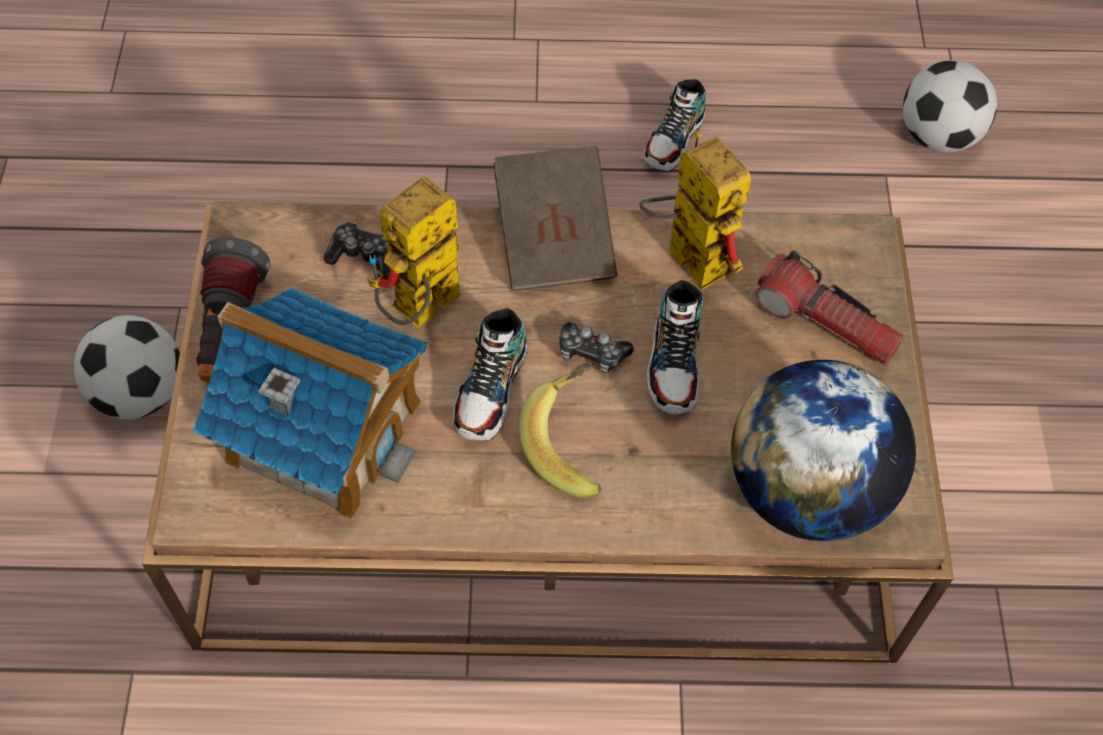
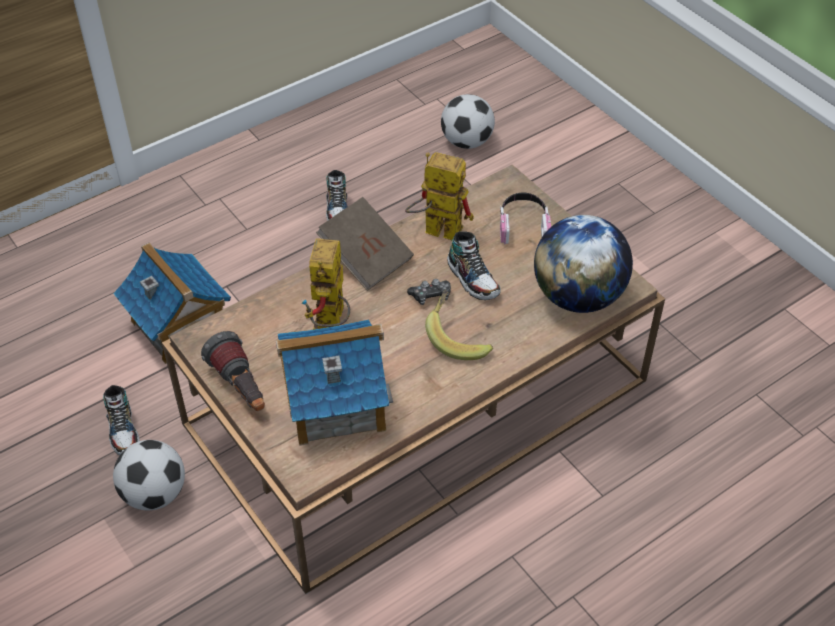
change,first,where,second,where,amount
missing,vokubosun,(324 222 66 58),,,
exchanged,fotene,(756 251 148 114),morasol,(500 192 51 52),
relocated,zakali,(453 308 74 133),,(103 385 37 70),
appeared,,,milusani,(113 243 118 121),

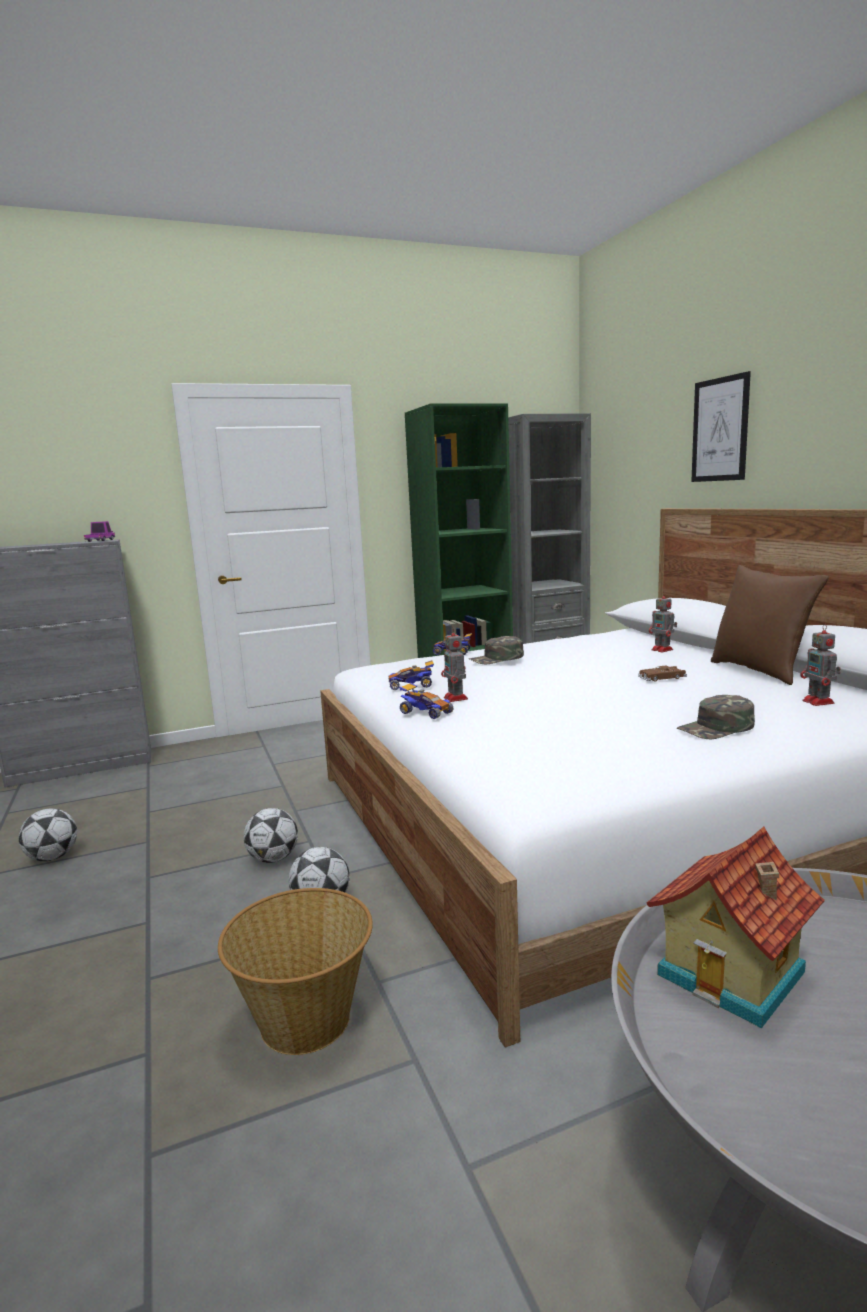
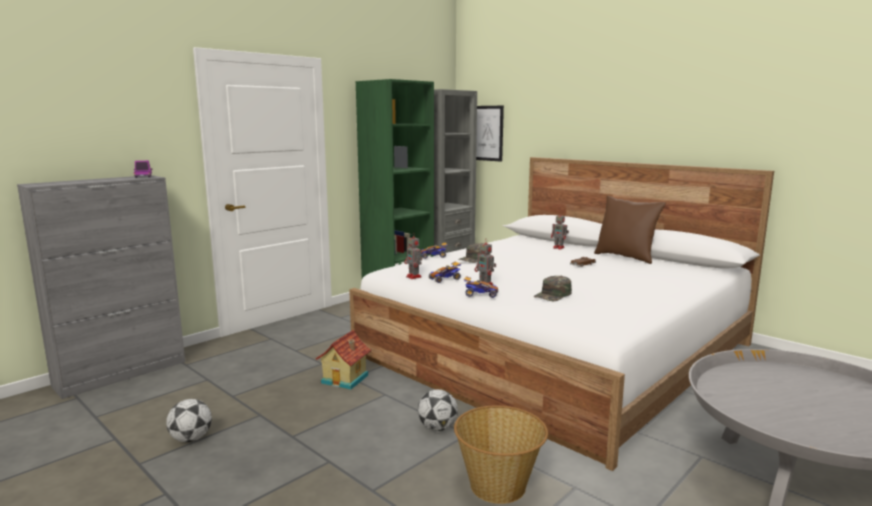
change,first,where,second,where,amount
relocated,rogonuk,(691 371 60 111),,(476 106 28 56),
relocated,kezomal,(800 624 41 82),,(404 234 18 45),
relocated,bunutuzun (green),(677 695 78 44),,(534 276 38 25),
missing,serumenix,(244 808 54 55),,,
relocated,milusani,(647 827 178 201),,(315 329 57 61),

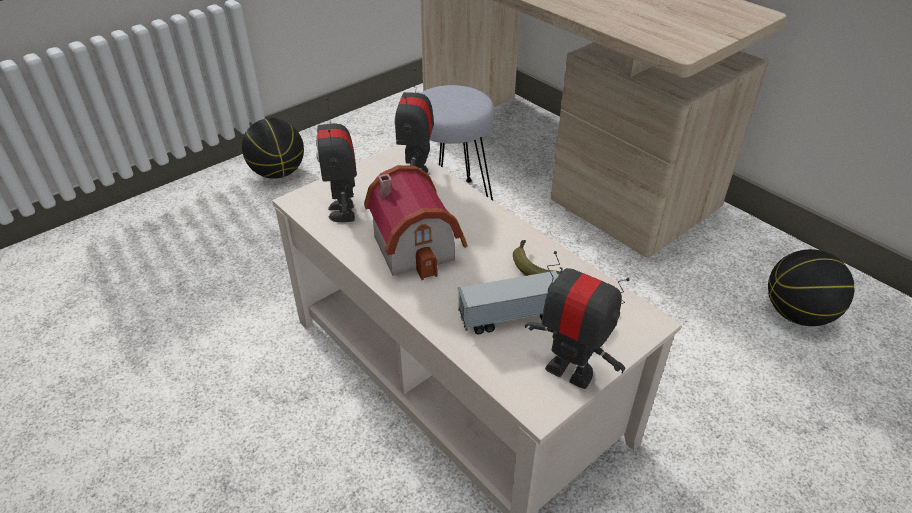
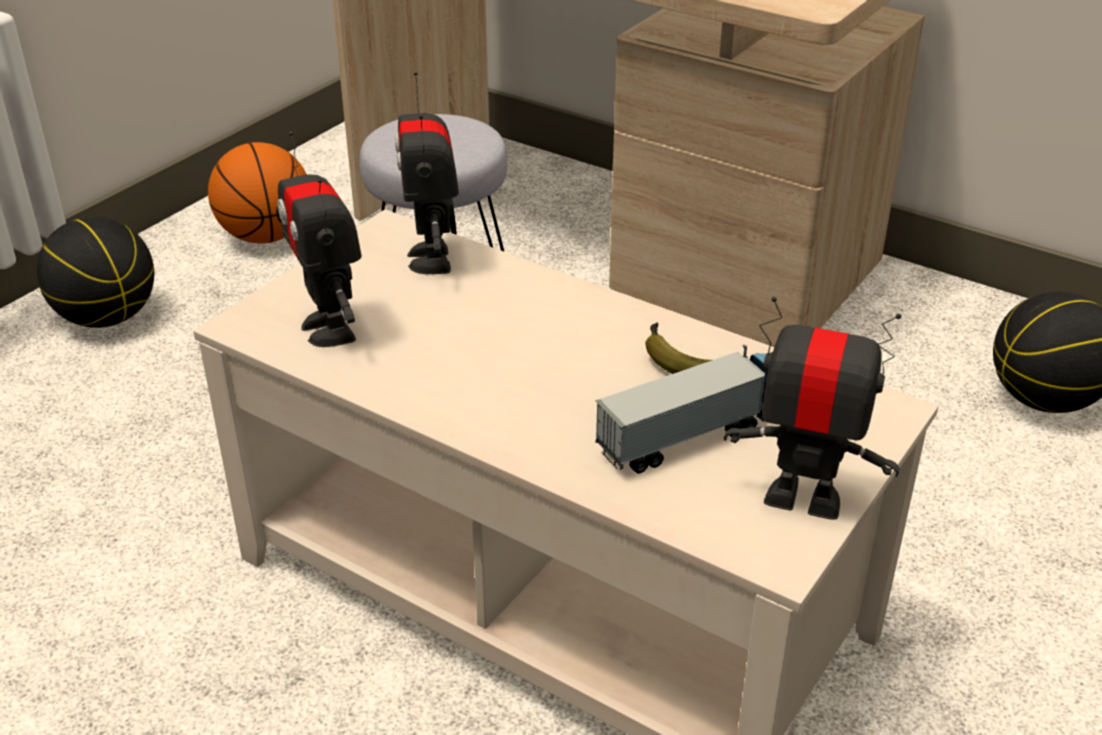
change,first,where,second,where,amount
missing,milusani,(364 165 104 115),,,
appeared,,,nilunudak,(208 142 98 102),

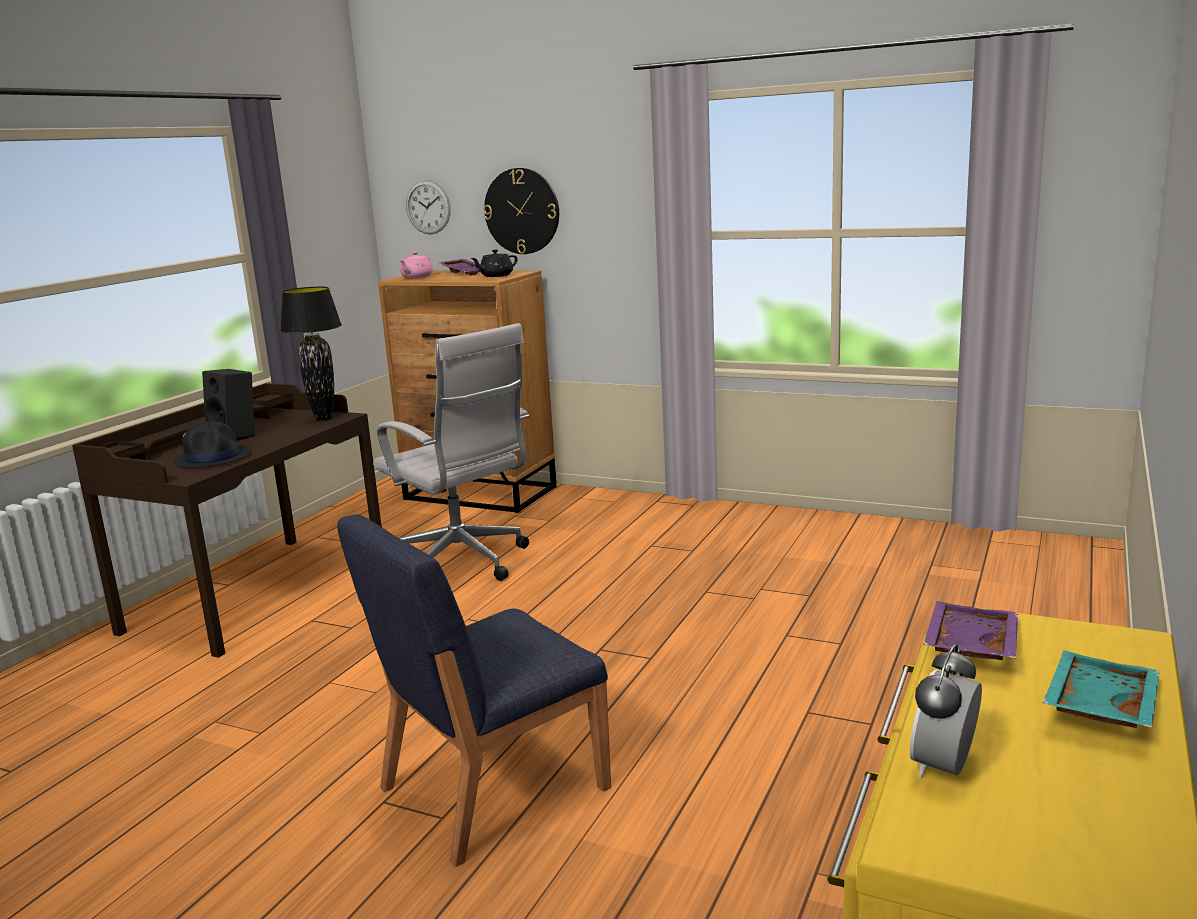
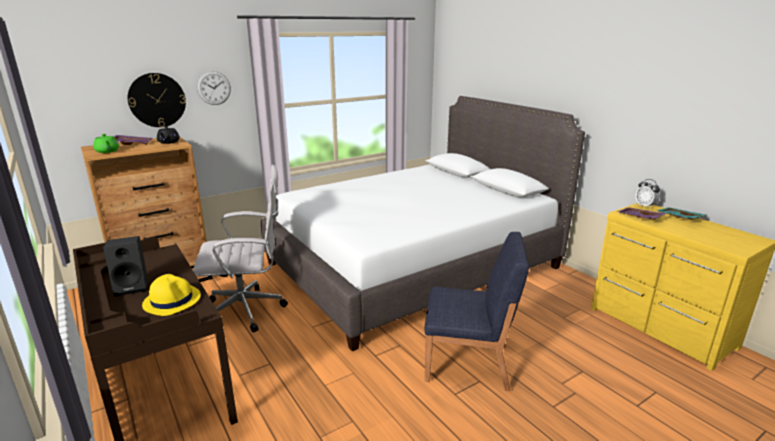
change,first,where,second,where,amount
relocated,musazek,(406 180 45 55),,(197 71 34 34),
colour,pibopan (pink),(400 252 33 27),pibopan (green),(93 134 26 19),
missing,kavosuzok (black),(280 287 62 134),,,
colour,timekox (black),(174 421 77 47),timekox (yellow),(142 274 59 42),
spun,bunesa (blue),(337 514 274 353),,(424 232 105 159),75 degrees counterclockwise
relocated,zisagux,(910 644 72 134),,(635 179 25 30),
appeared,,,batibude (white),(261 96 324 255),

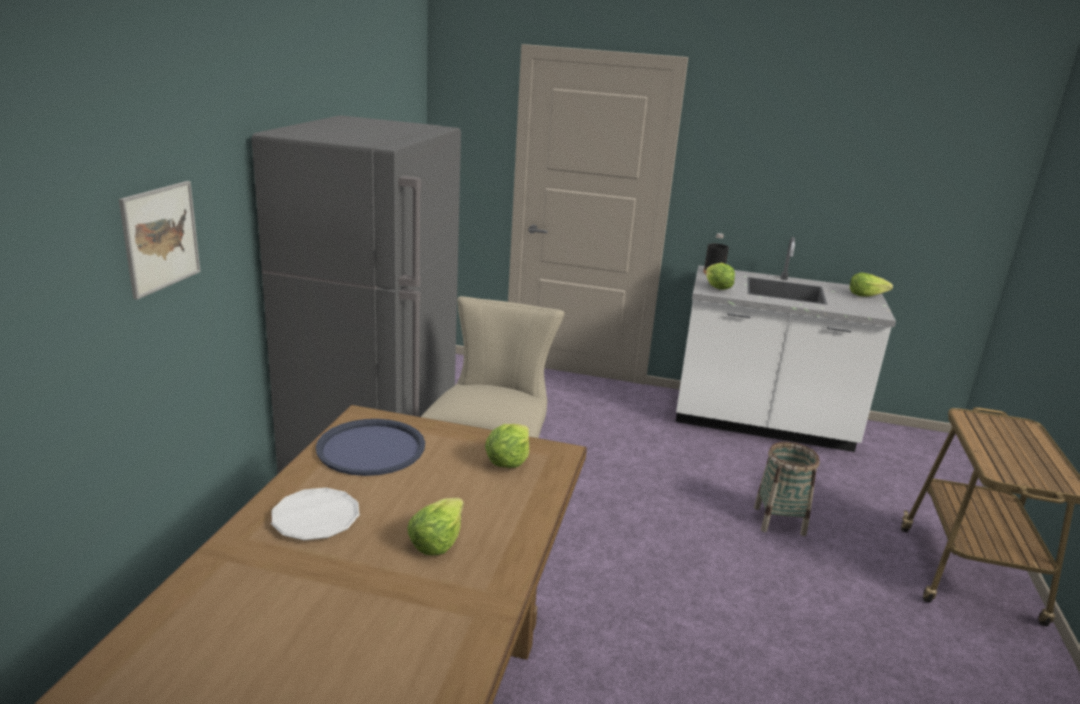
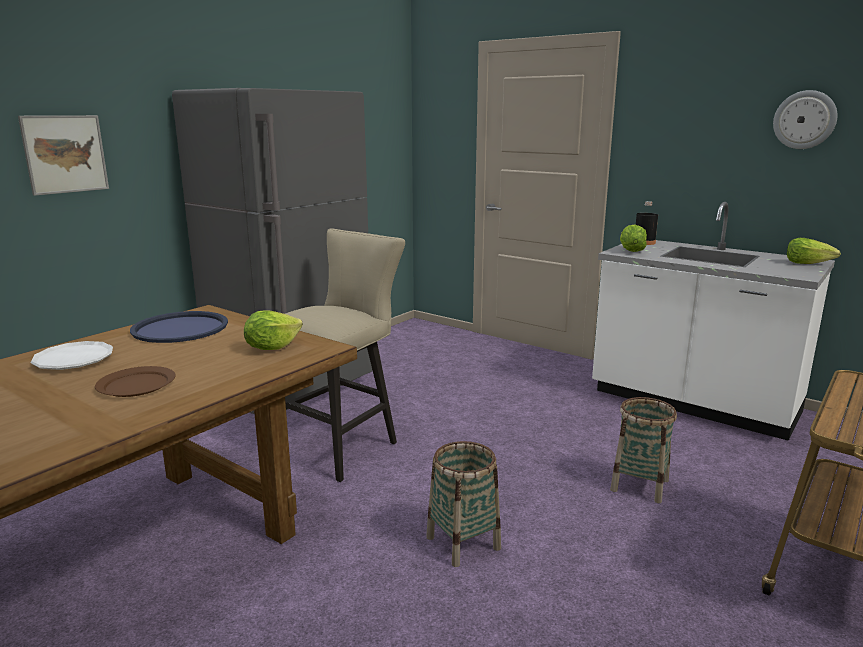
change,first,where,second,where,amount
exchanged,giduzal,(407 498 57 58),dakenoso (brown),(95 366 81 31),
appeared,,,musazek,(773 90 64 59),
appeared,,,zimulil,(426 441 75 126),

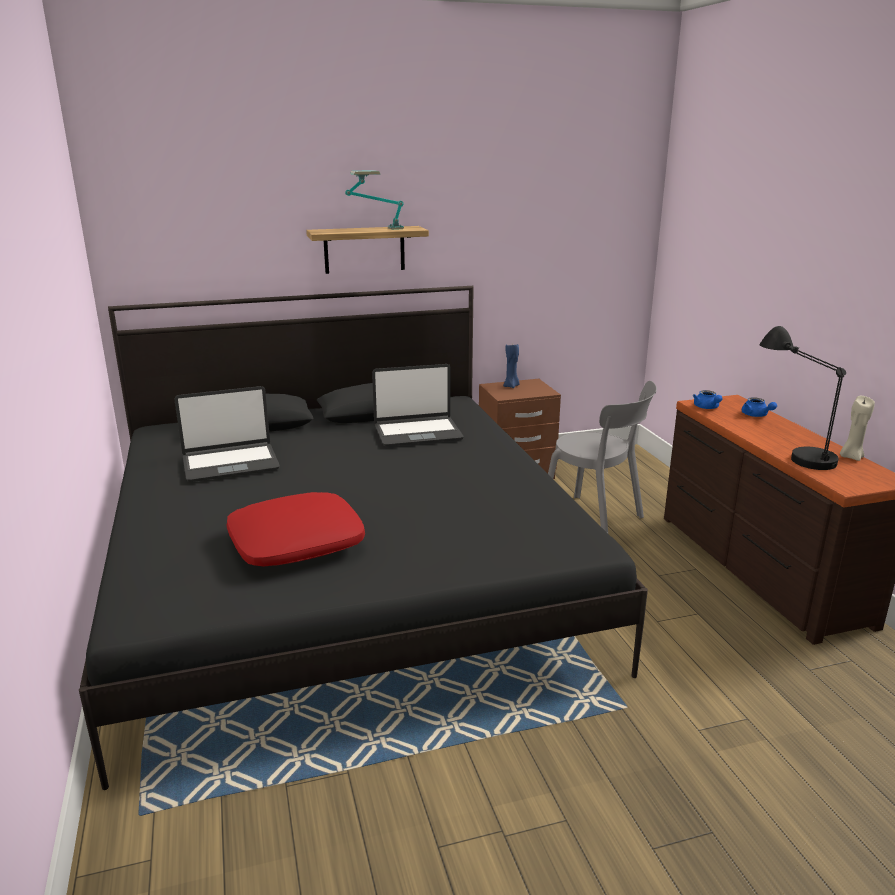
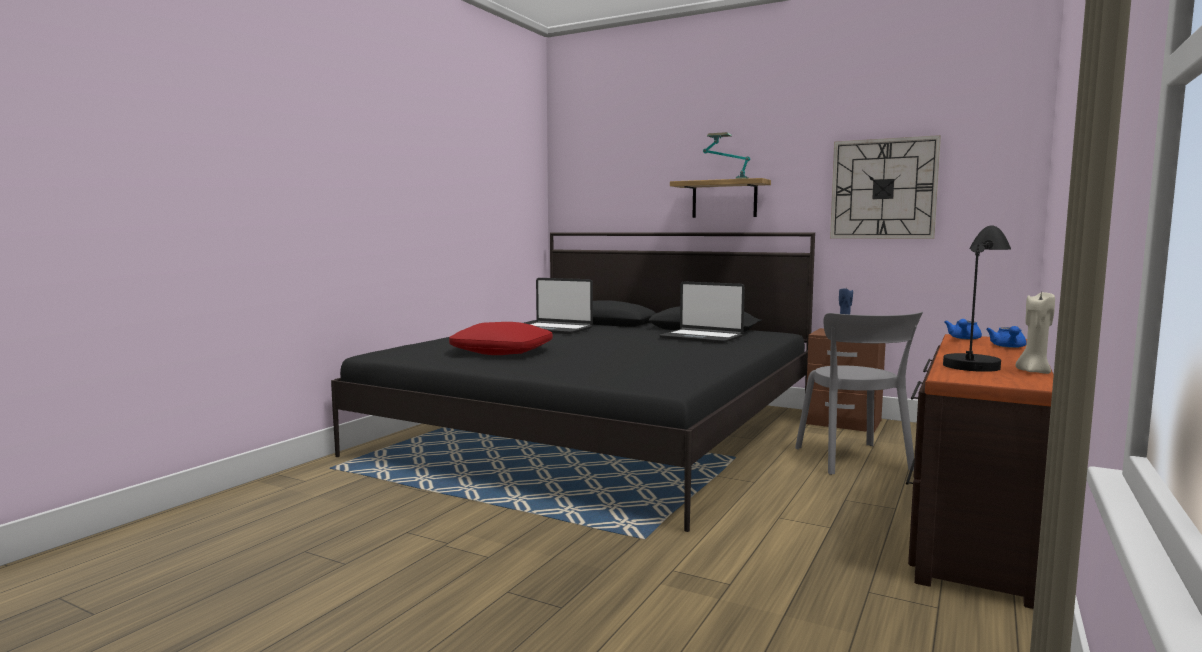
change,first,where,second,where,amount
appeared,,,musazek,(830 135 111 104),

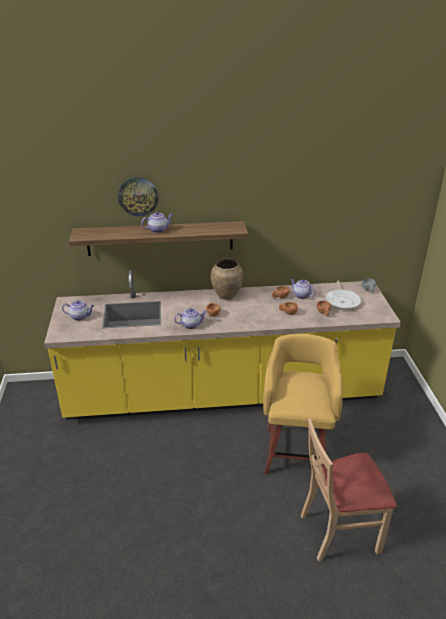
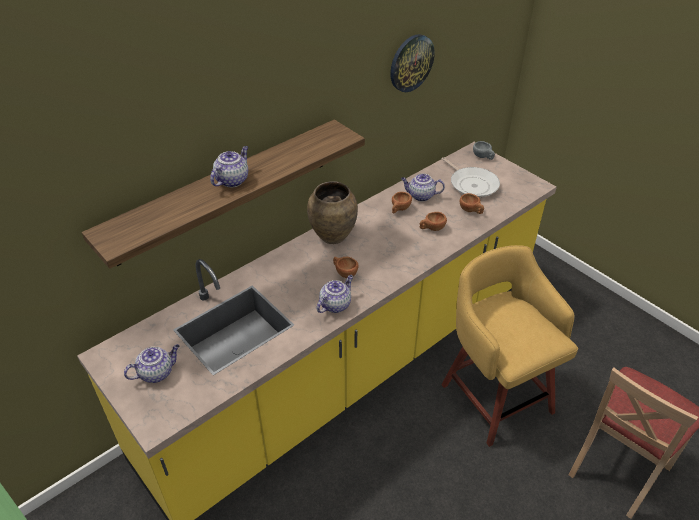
change,first,where,second,where,amount
relocated,musazek,(118 177 41 39),,(390 34 44 58),

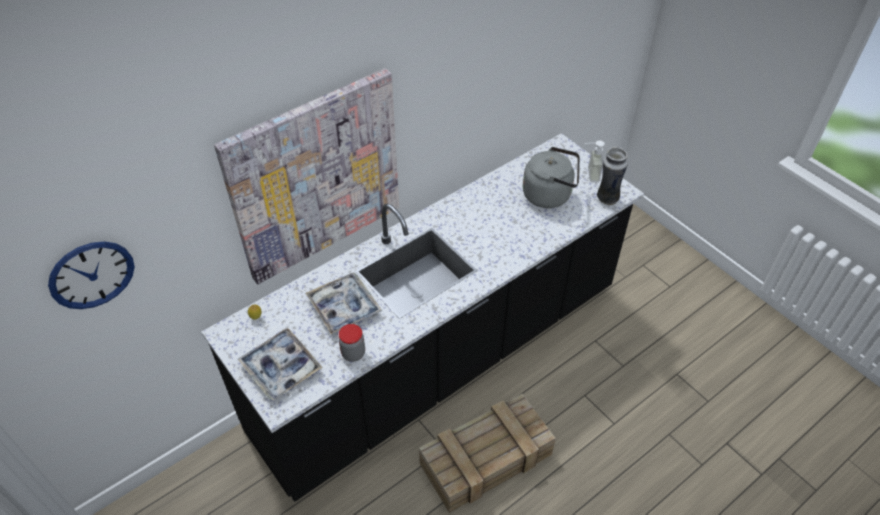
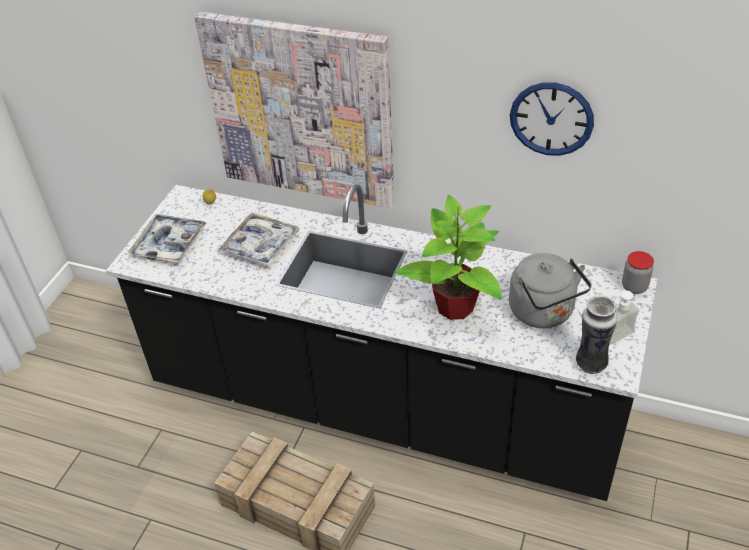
change,first,where,second,where,amount
relocated,musazek,(48 241 87 68),,(510 83 84 73),
relocated,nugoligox,(339 324 26 38),,(622 251 32 43),
appeared,,,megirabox,(395 195 107 125),

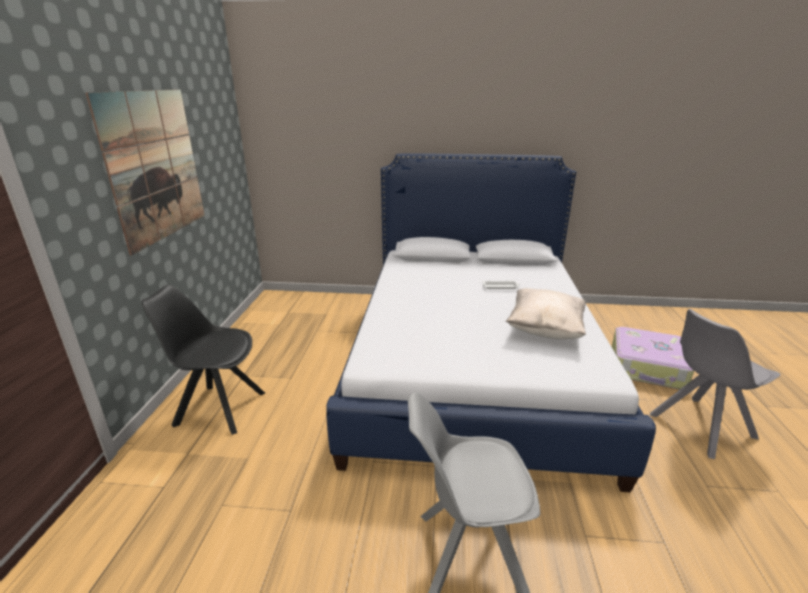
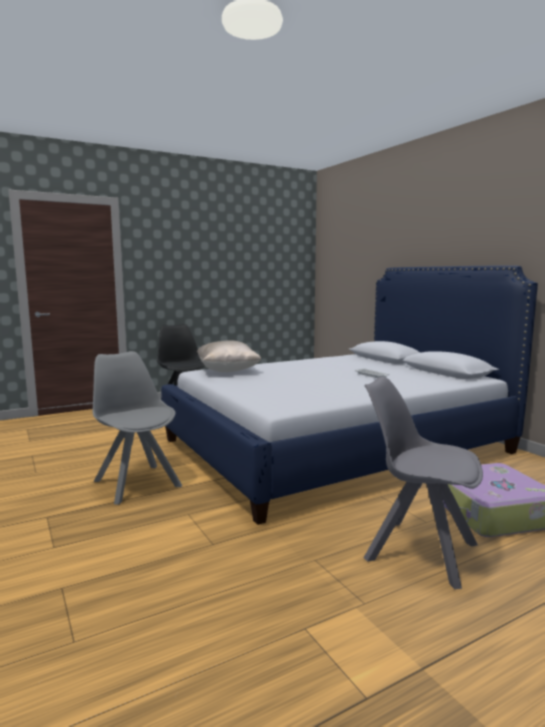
change,first,where,second,where,amount
missing,rogonuk,(86 89 119 166),,,
relocated,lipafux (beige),(506 288 80 51),,(197 340 64 32),

